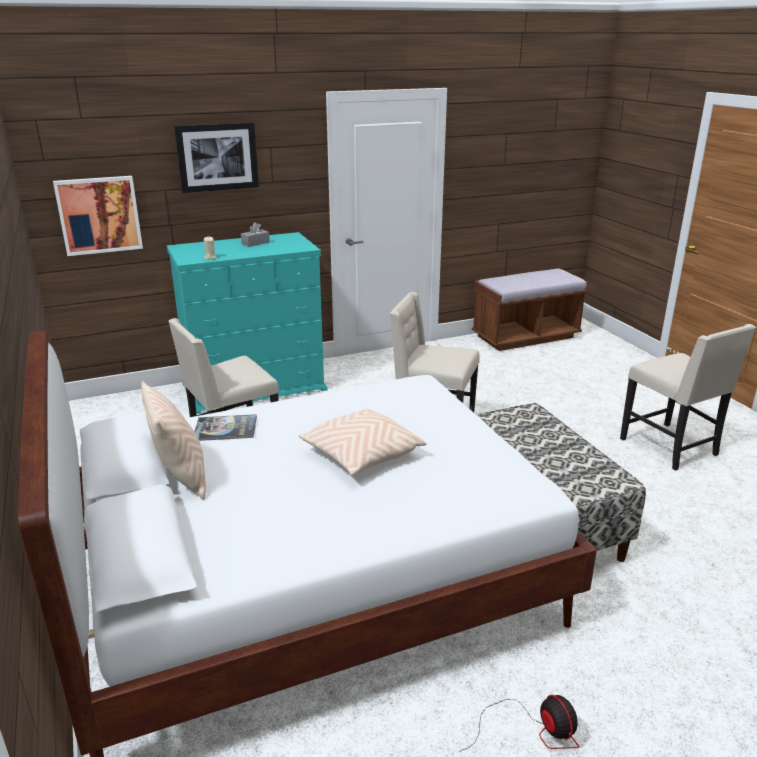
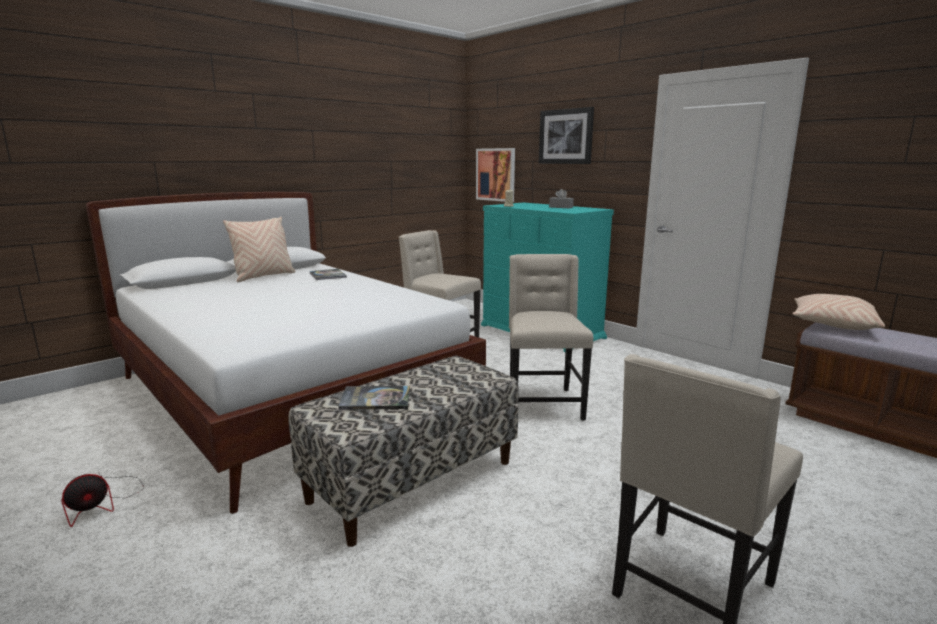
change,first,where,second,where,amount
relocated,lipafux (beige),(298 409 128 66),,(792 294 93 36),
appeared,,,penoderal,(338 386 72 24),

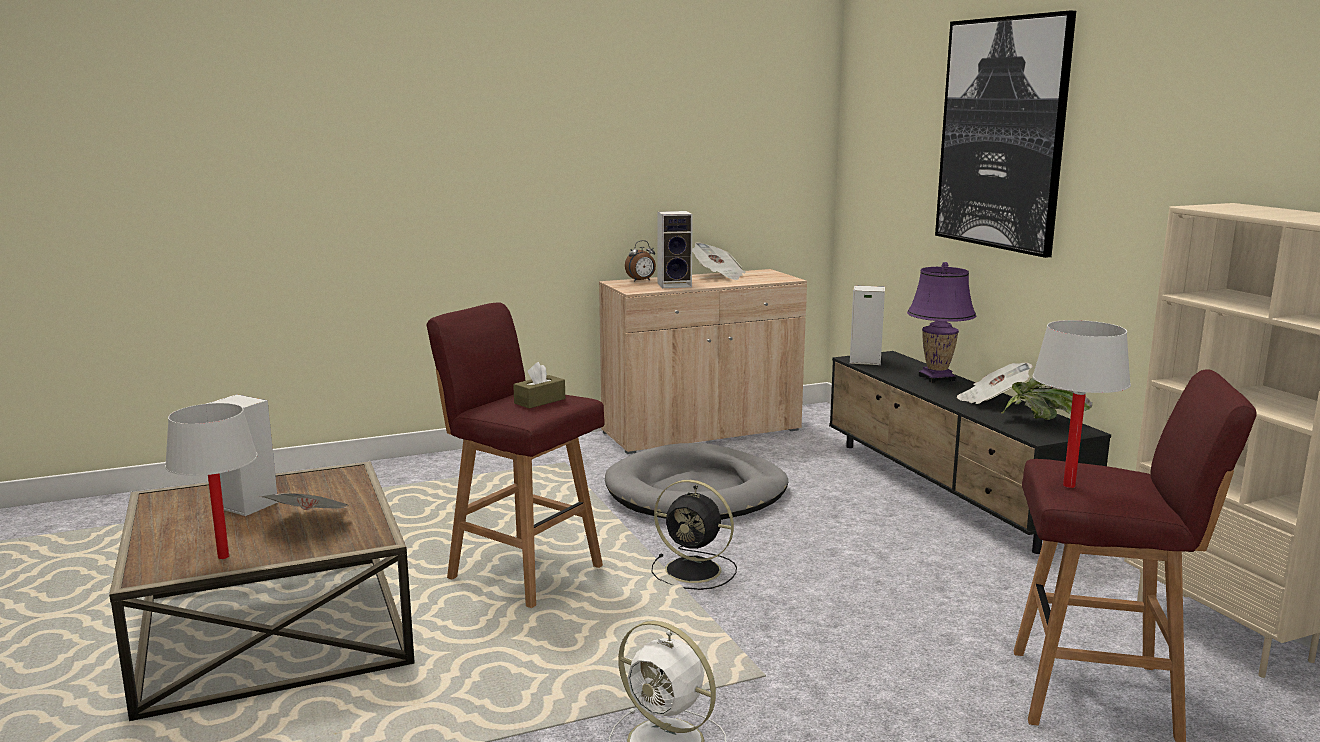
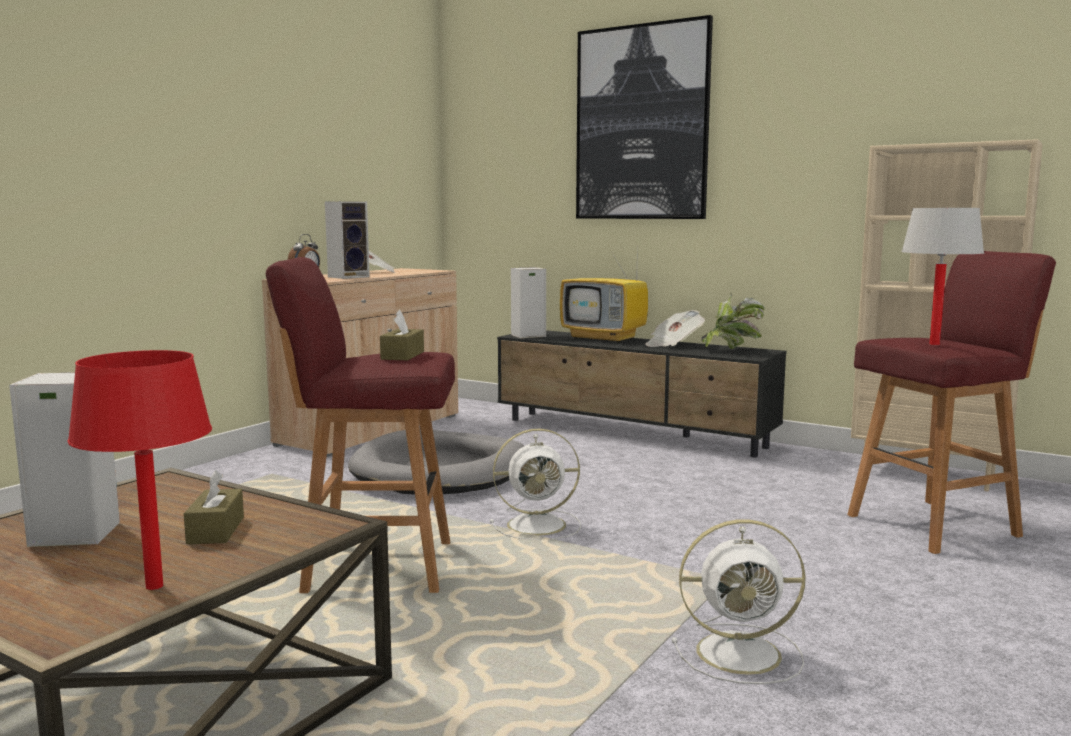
change,first,where,second,where,amount
exchanged,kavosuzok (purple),(907 262 69 121),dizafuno,(560 240 88 103),
colour,kavosuzok (white),(165 403 93 156),kavosuzok (red),(68 350 144 240),
colour,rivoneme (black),(651 480 86 110),rivoneme (white),(490 429 91 110),
exchanged,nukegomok,(260 493 88 17),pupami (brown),(184 471 60 73),

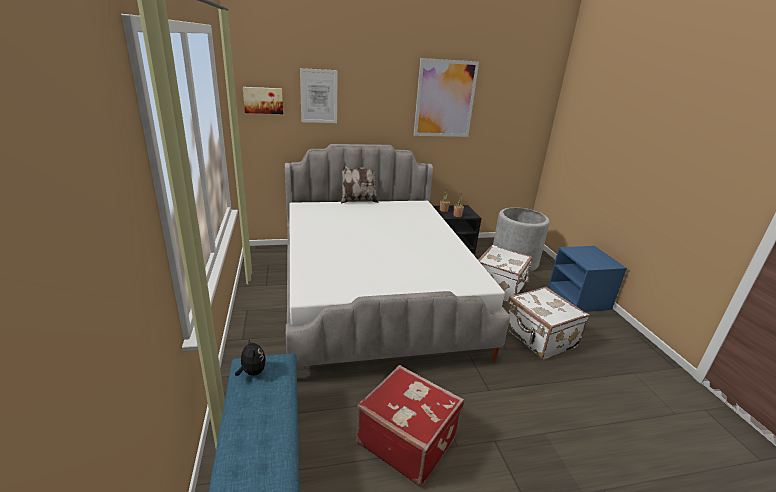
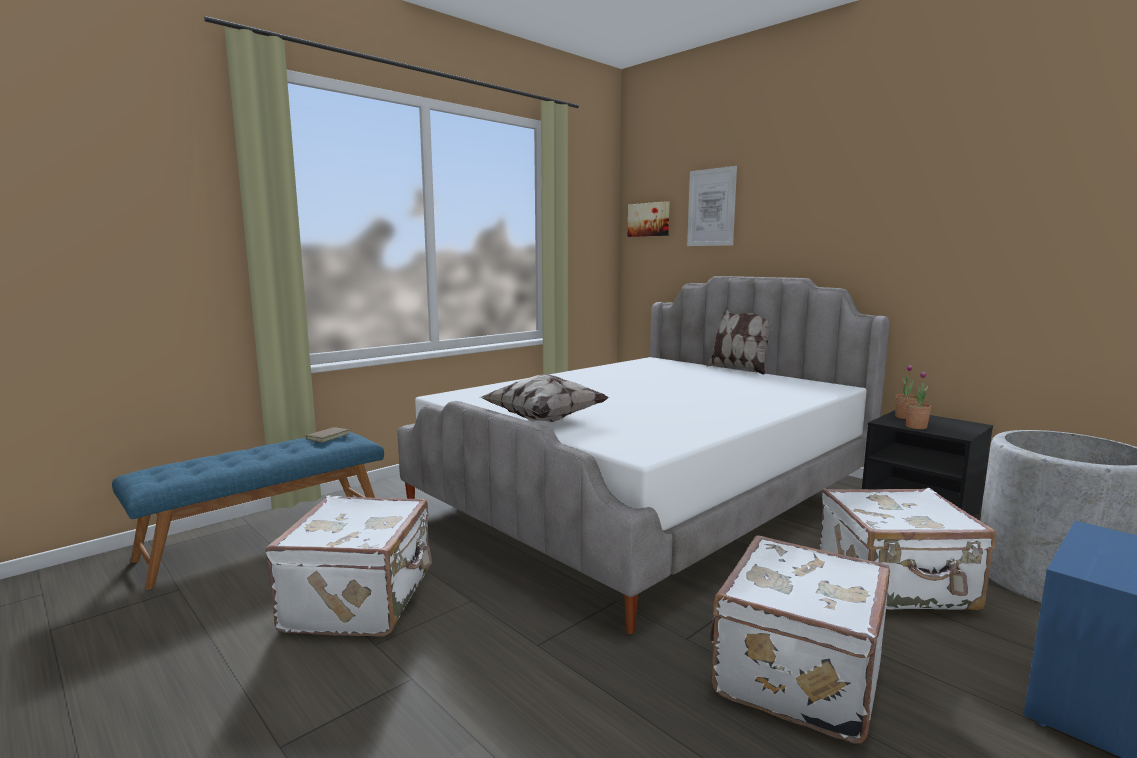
change,first,where,second,where,amount
missing,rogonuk,(414 58 65 79),,,
exchanged,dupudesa,(235 338 31 38),penoderal (brown),(302 427 48 15),
colour,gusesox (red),(356 365 108 122),gusesox (white),(265 495 167 141),
appeared,,,lipafux,(480 374 129 48),

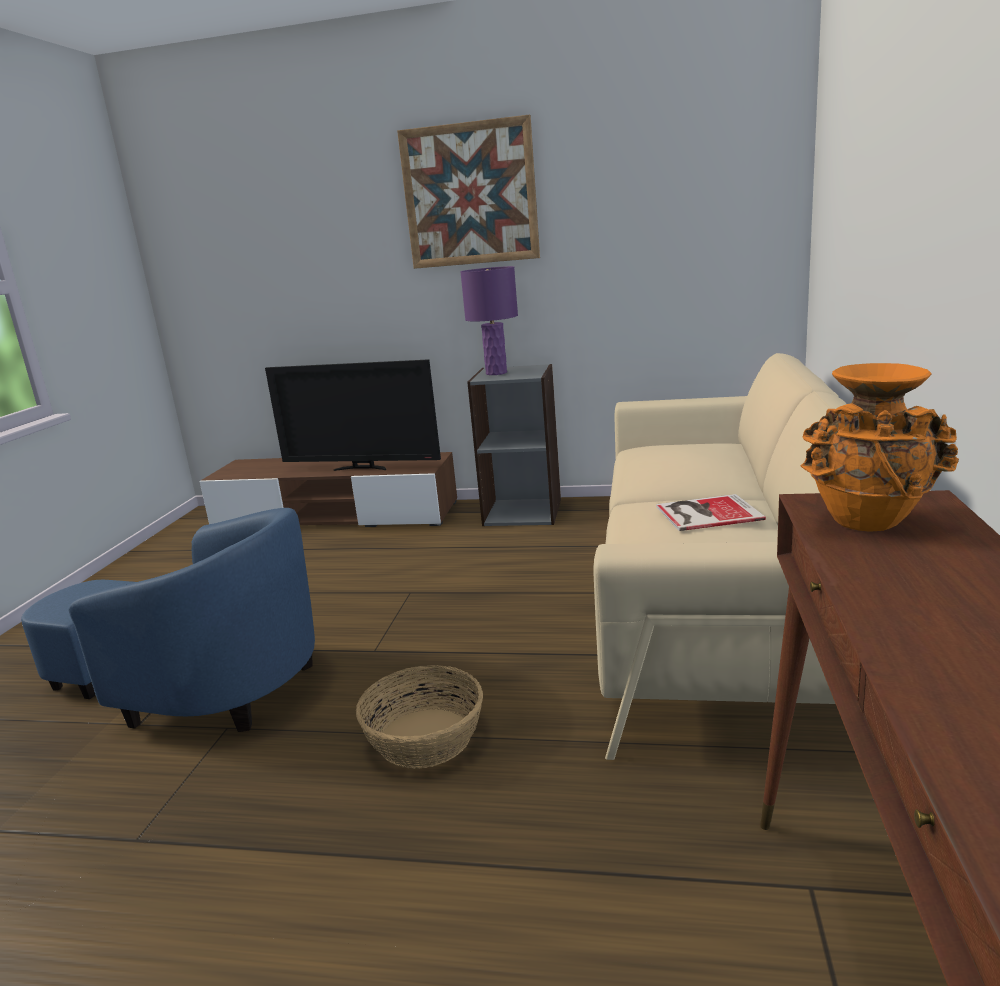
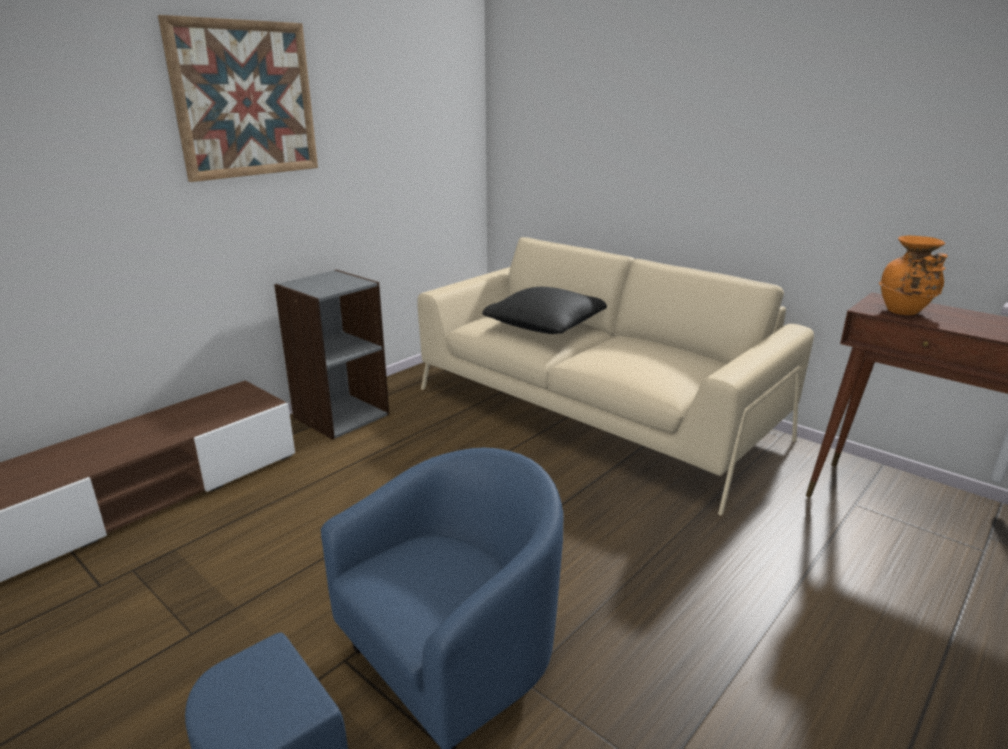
change,first,where,second,where,amount
missing,kavosuzok (purple),(460 266 58 109),,,
missing,dizafuno,(265 359 176 112),,,
missing,penoderal,(656 494 110 37),,,
missing,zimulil,(356 665 127 104),,,
appeared,,,lipafux (black),(482 287 125 47),

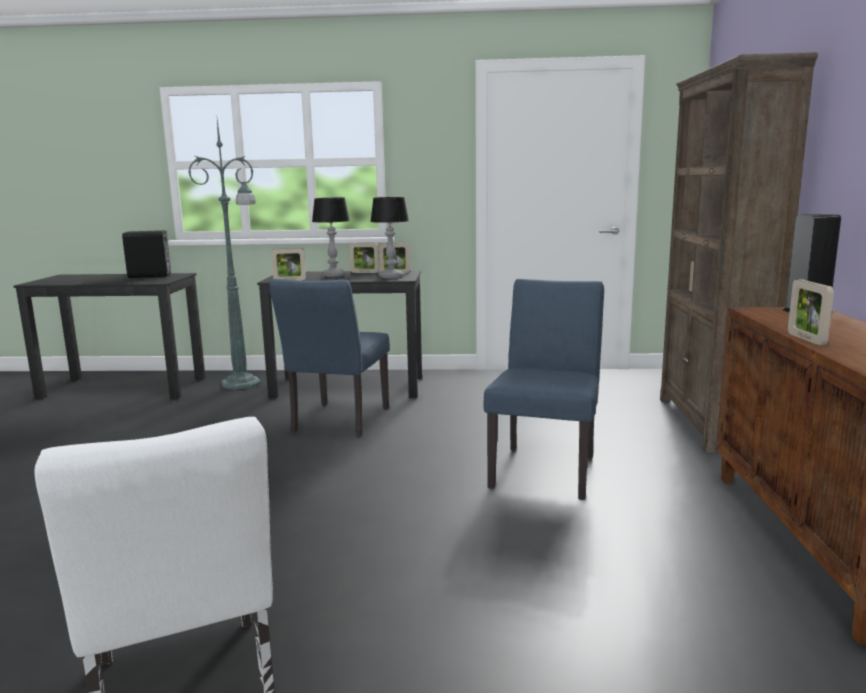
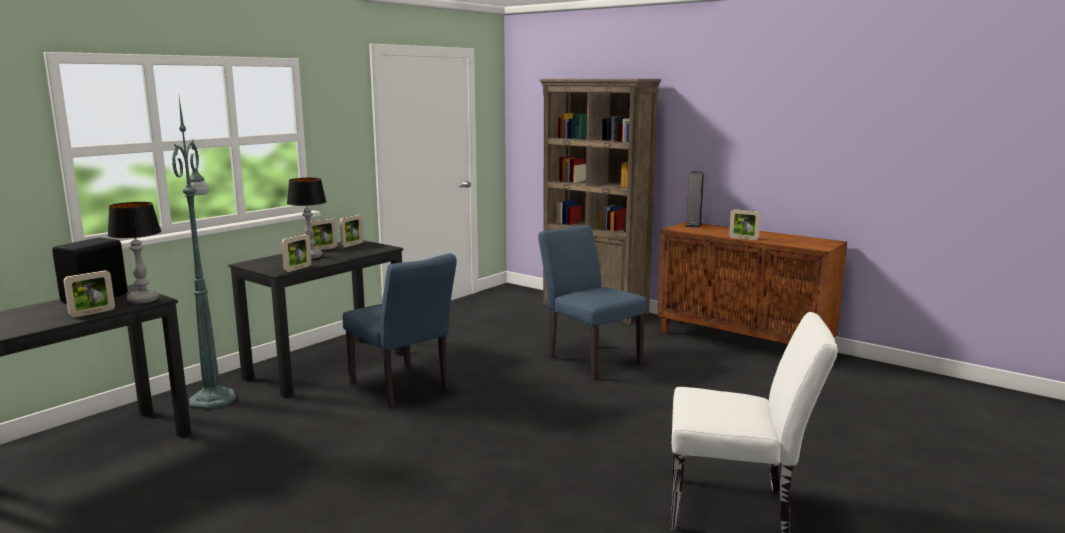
change,first,where,second,where,amount
relocated,kavosuzok,(370 197 39 82),,(107 202 54 102),
appeared,,,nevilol,(63 270 52 48),

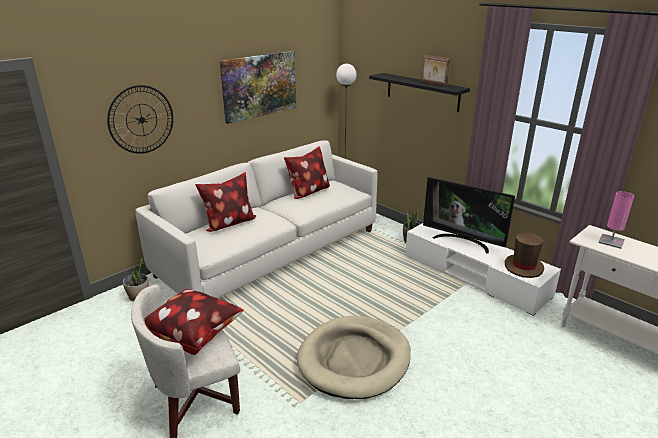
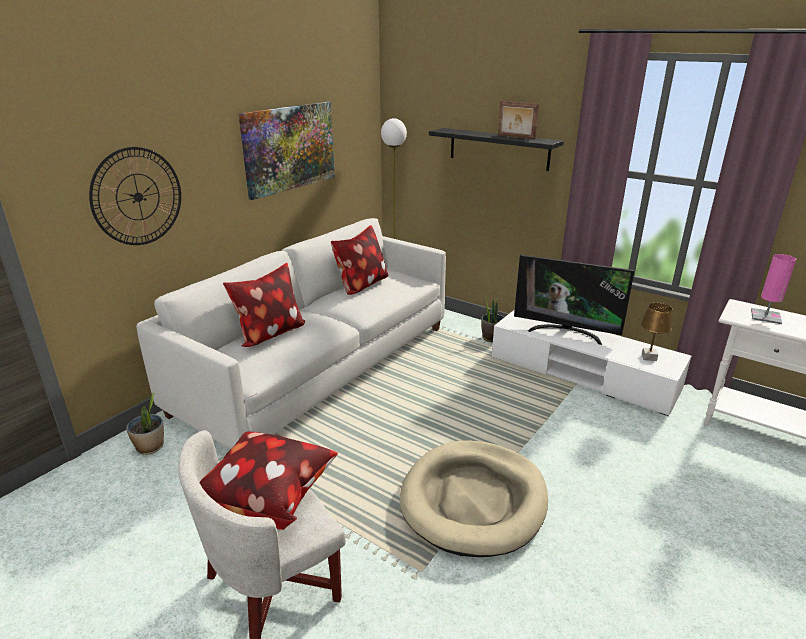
change,first,where,second,where,amount
exchanged,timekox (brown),(505 233 39 45),kavosuzok (brown),(640 303 33 58),

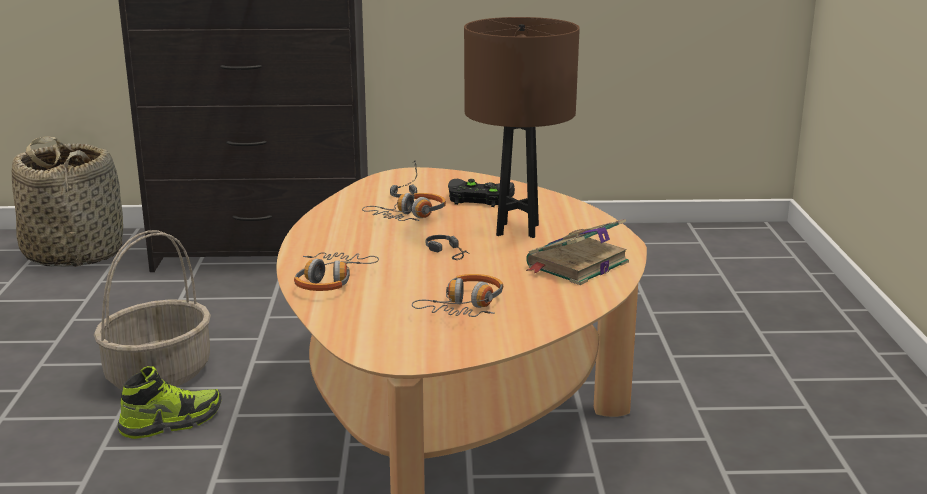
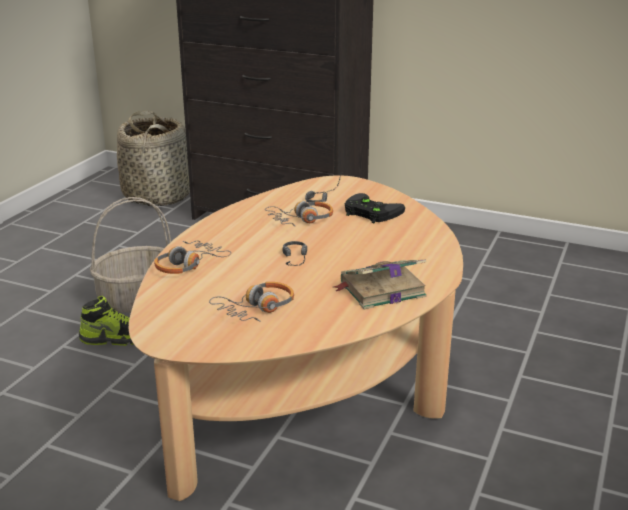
change,first,where,second,where,amount
missing,kavosuzok (brown),(464 17 116 221),,,

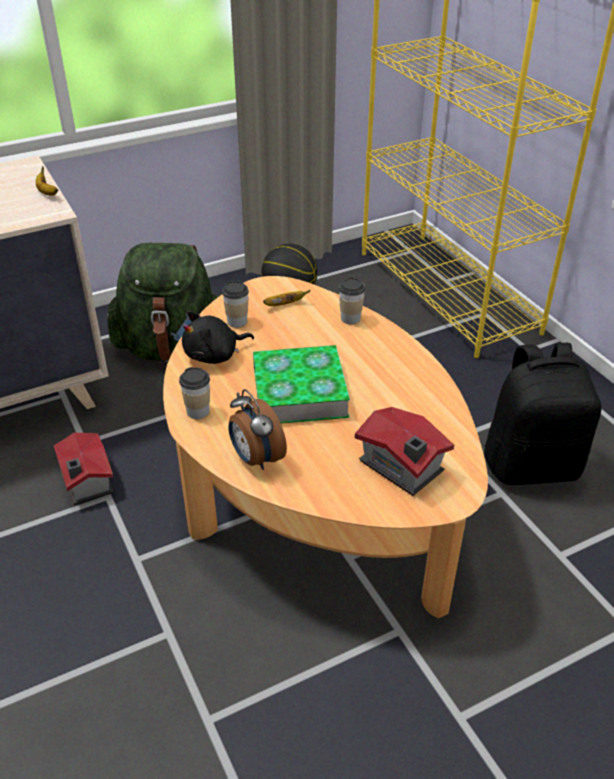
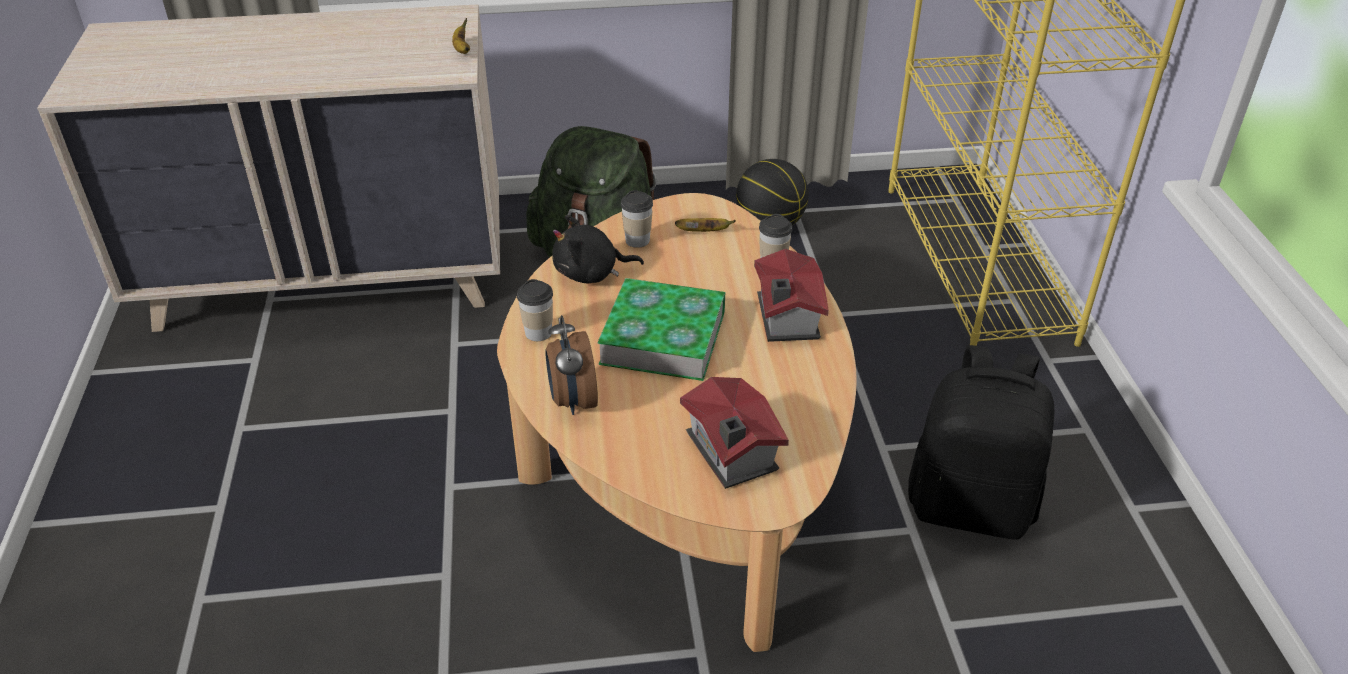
change,first,where,second,where,amount
relocated,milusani,(54 433 60 72),,(754 249 75 93),

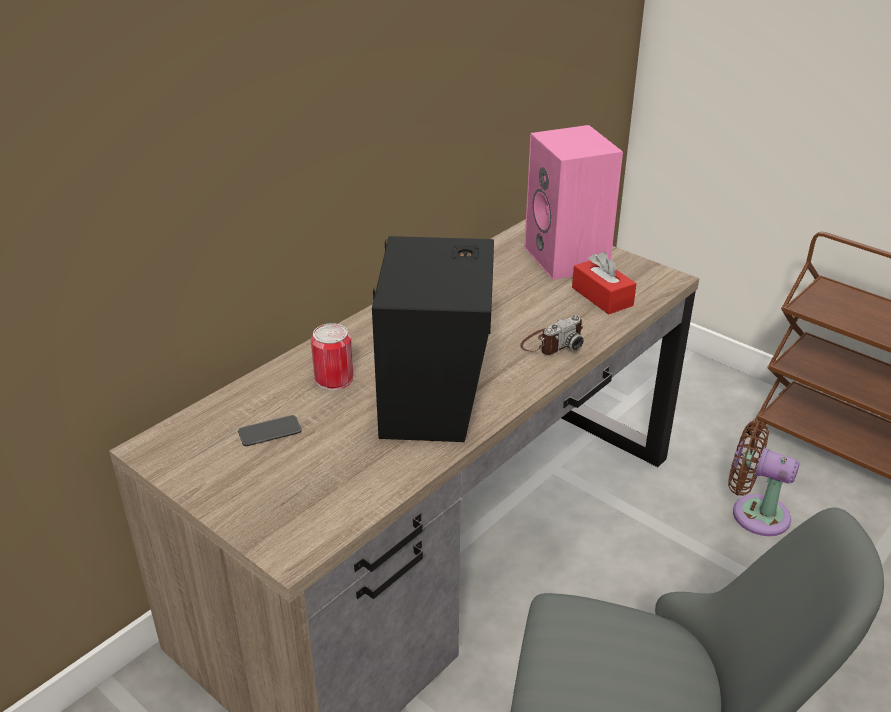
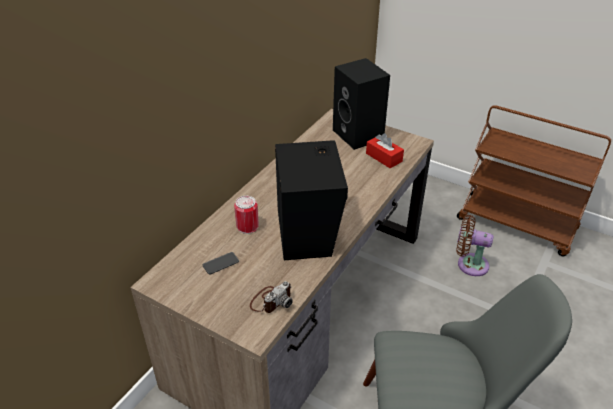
change,first,where,second,where,amount
colour,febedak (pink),(524 125 99 155),febedak (black),(333 58 57 92),
relocated,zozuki,(520 315 64 40),,(250 281 43 32),

